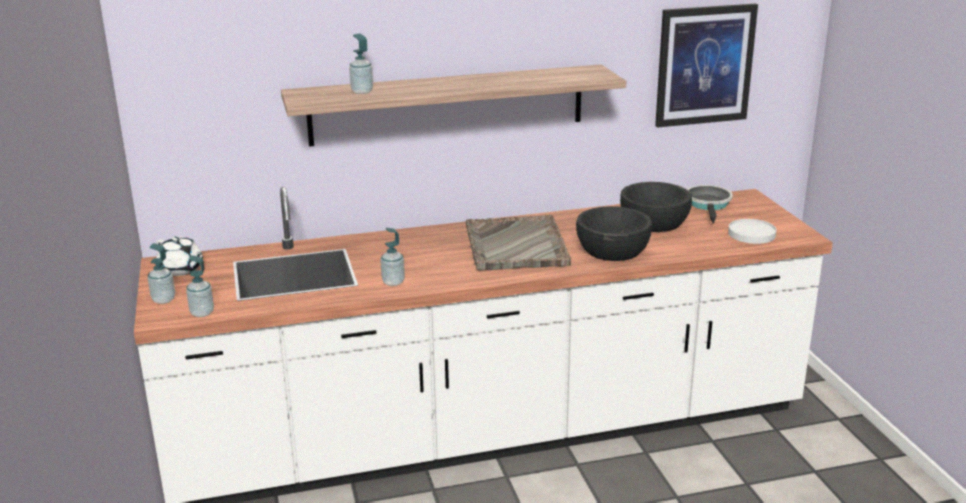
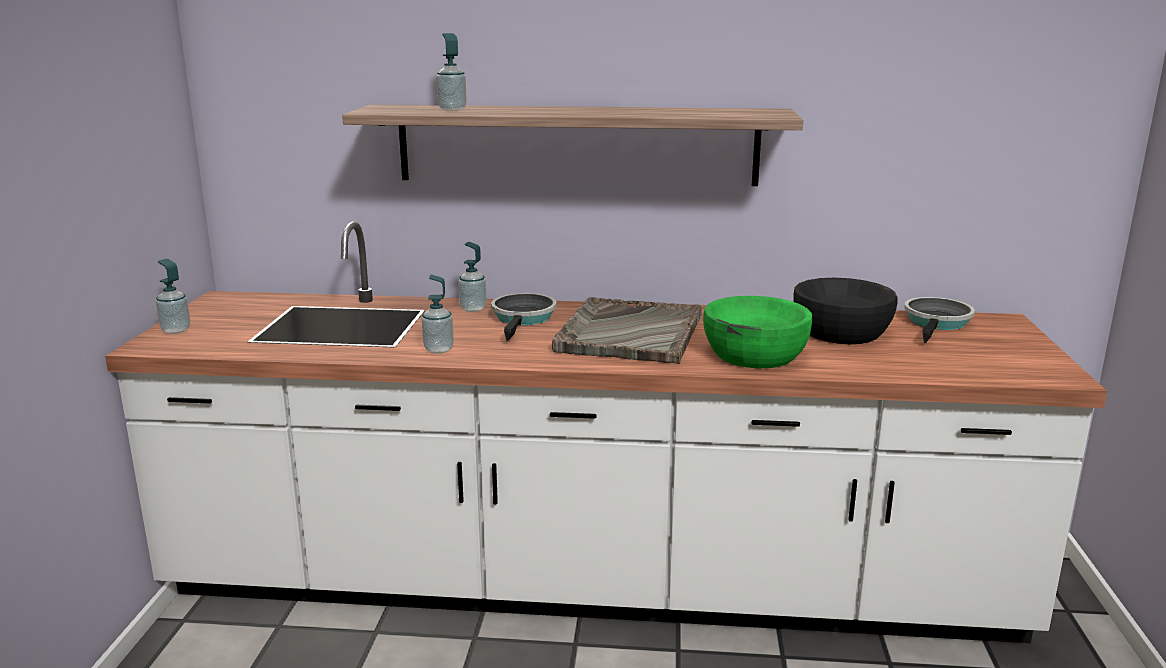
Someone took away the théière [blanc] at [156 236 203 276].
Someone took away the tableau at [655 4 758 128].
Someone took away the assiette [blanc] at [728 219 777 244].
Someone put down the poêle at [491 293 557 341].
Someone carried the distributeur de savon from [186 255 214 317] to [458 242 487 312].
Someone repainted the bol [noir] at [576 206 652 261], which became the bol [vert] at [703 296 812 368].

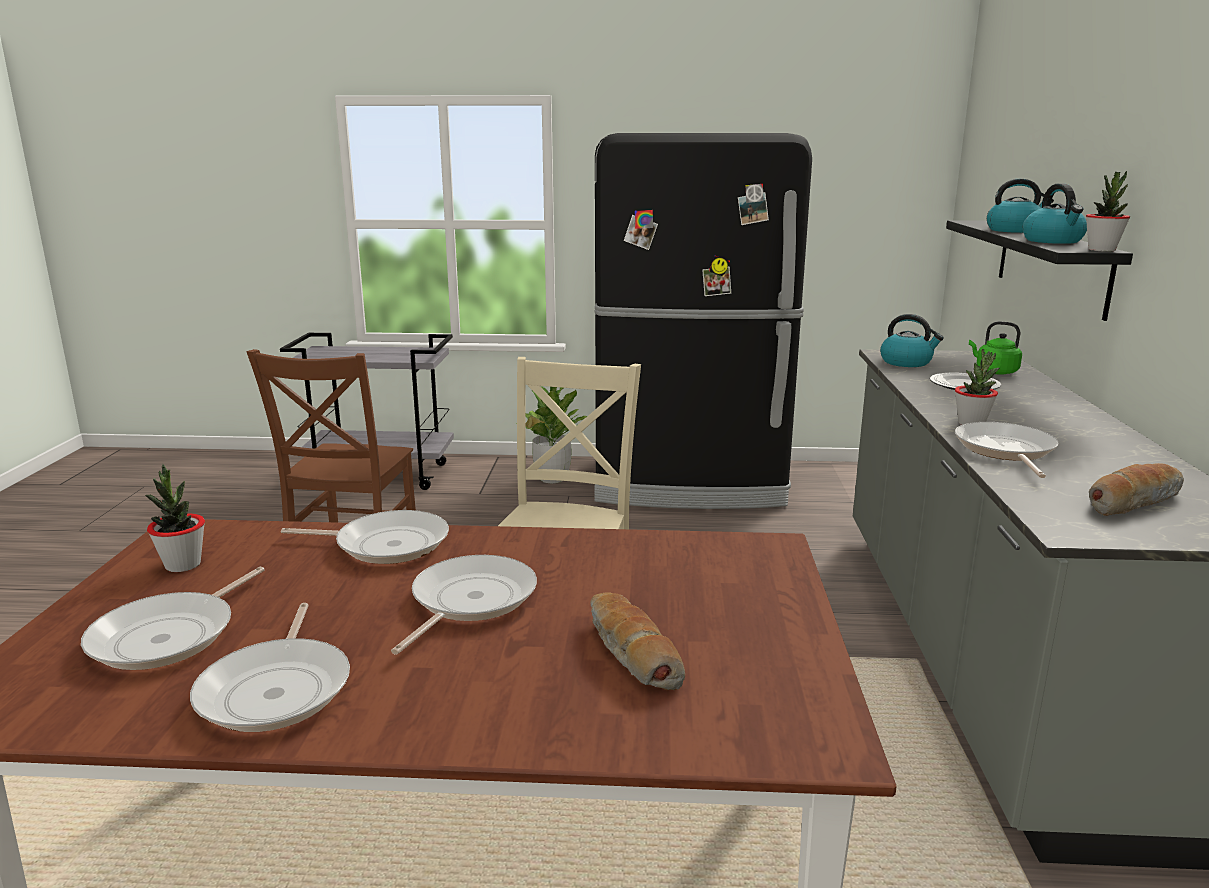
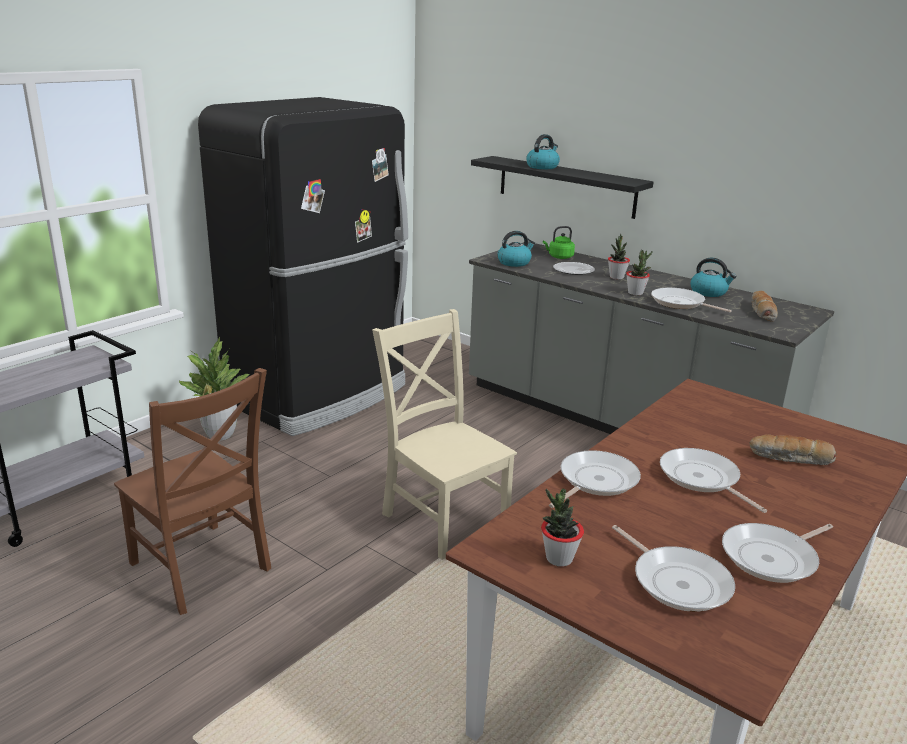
Someone carried the bouilloire from [1023 183 1087 244] to [690 257 736 297].
Someone carried the plante en pot from [1086 171 1130 252] to [608 234 630 280].
Someone rotated the poêle at [190 603 350 732] by 120 degrees clockwise.

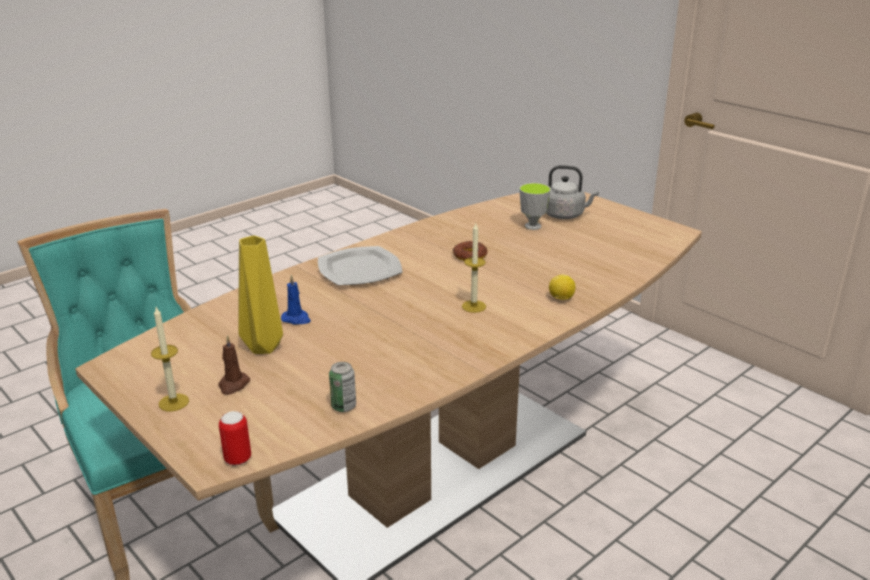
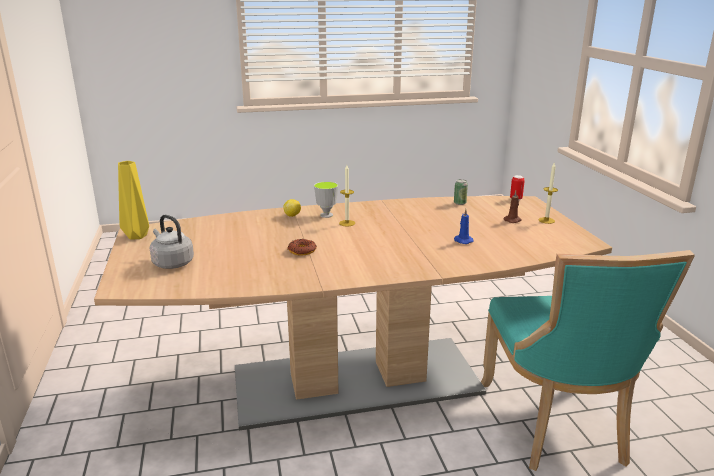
Someone took away the assiette at [318 246 403 286].
Someone carried the vase [jaune] from [238 235 283 354] to [118 161 149 240].
Someone carried the tasse from [519 183 551 230] to [314 181 338 218].

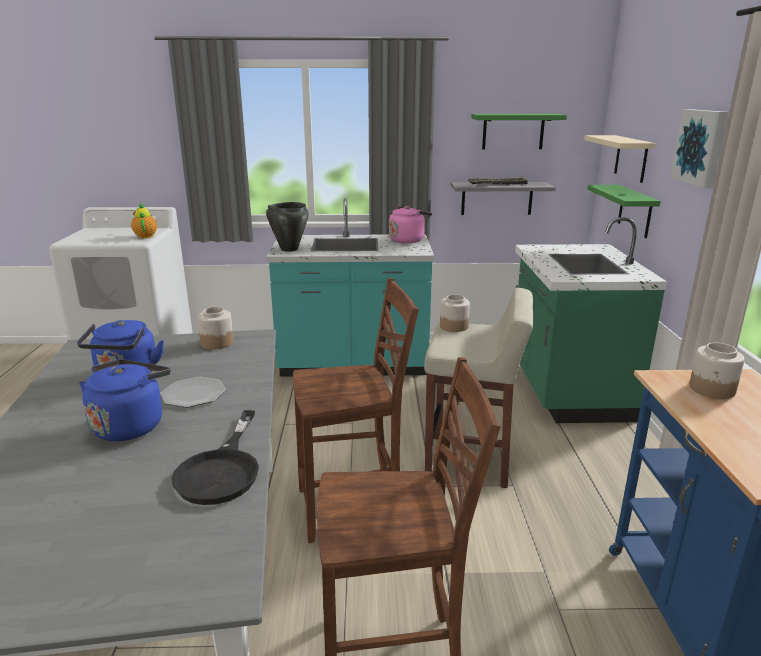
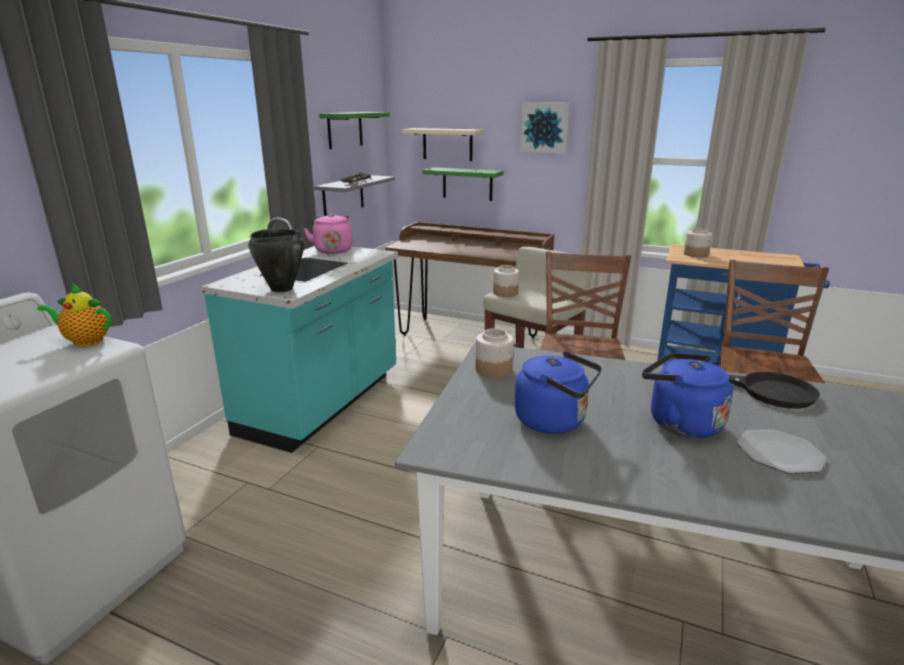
Someone carried the assiette from [160 377 226 408] to [737 429 827 474].
Someone swapped the comptoir de cuisine [vert] at [515 217 667 423] for the bureau [marron] at [385 222 554 338].

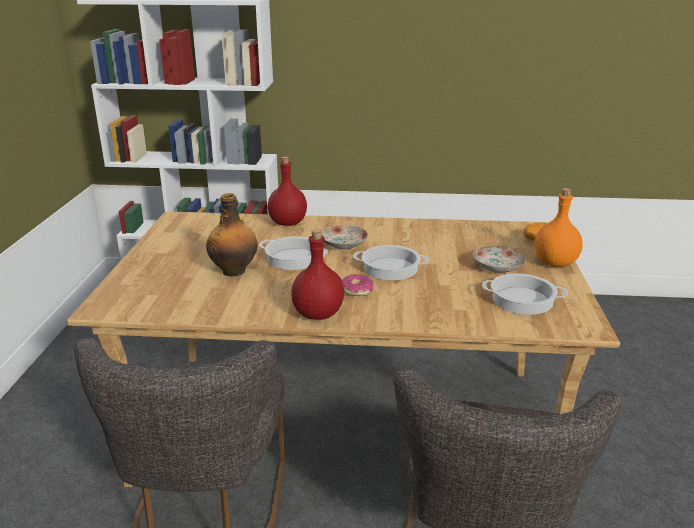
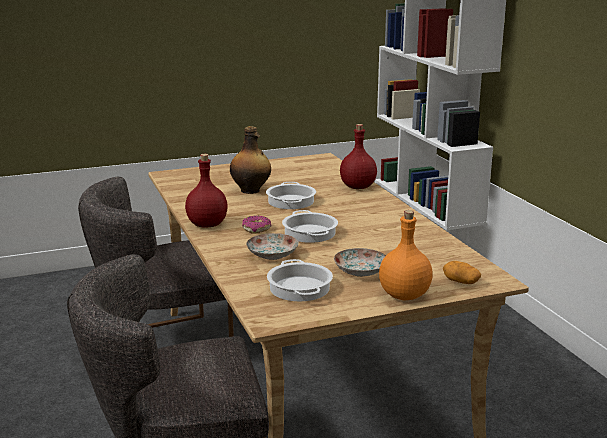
Someone carried the assiette from [321 225 368 249] to [246 233 299 260].

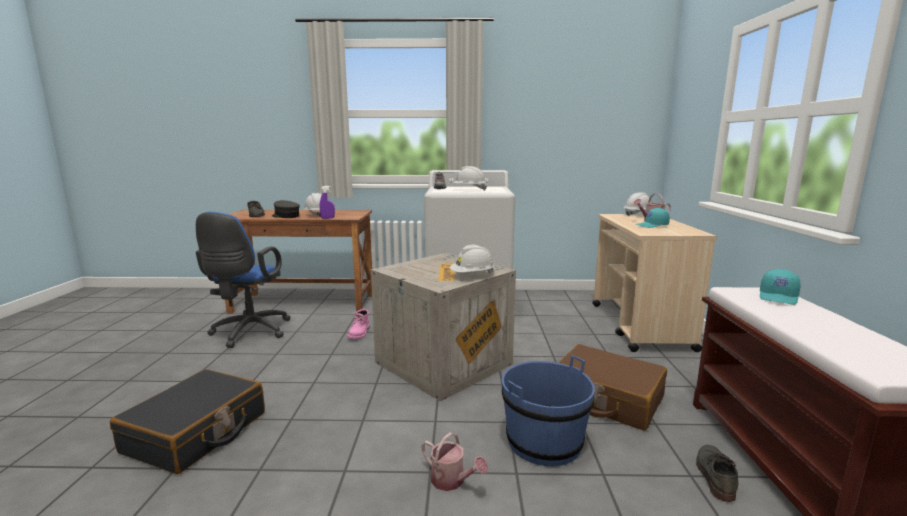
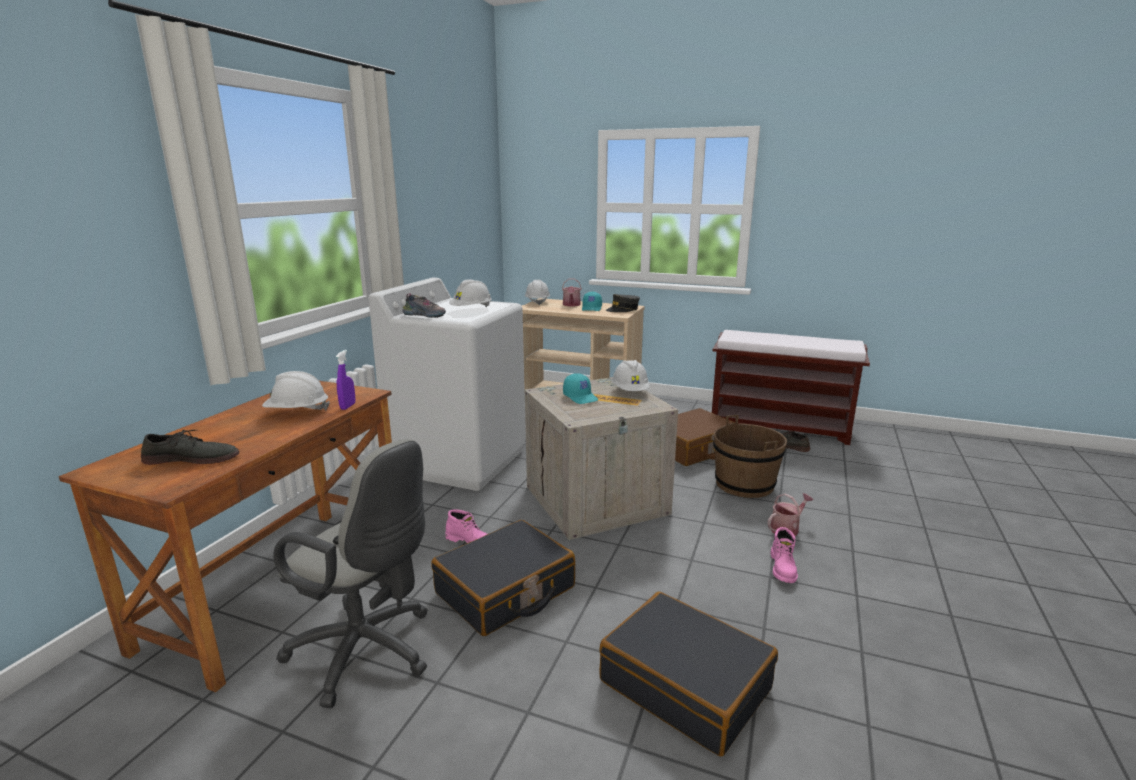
Someone put down the valise [noir] at [432 520 575 636].
Someone put down the botte [rose] at [770 527 798 583].
Someone carried the casquette [gris] from [272 200 300 218] to [606 294 640 312].
Someone carried the casquette [turquoise] from [760 269 801 305] to [563 373 598 404].
Someone repainted the chaise de bureau [bleu] at [196 212 291 348], which became the chaise de bureau [gris] at [273 439 428 708].
Someone repainted the seau [bleu] at [502 355 595 466], which became the seau [marron] at [713 415 787 498].

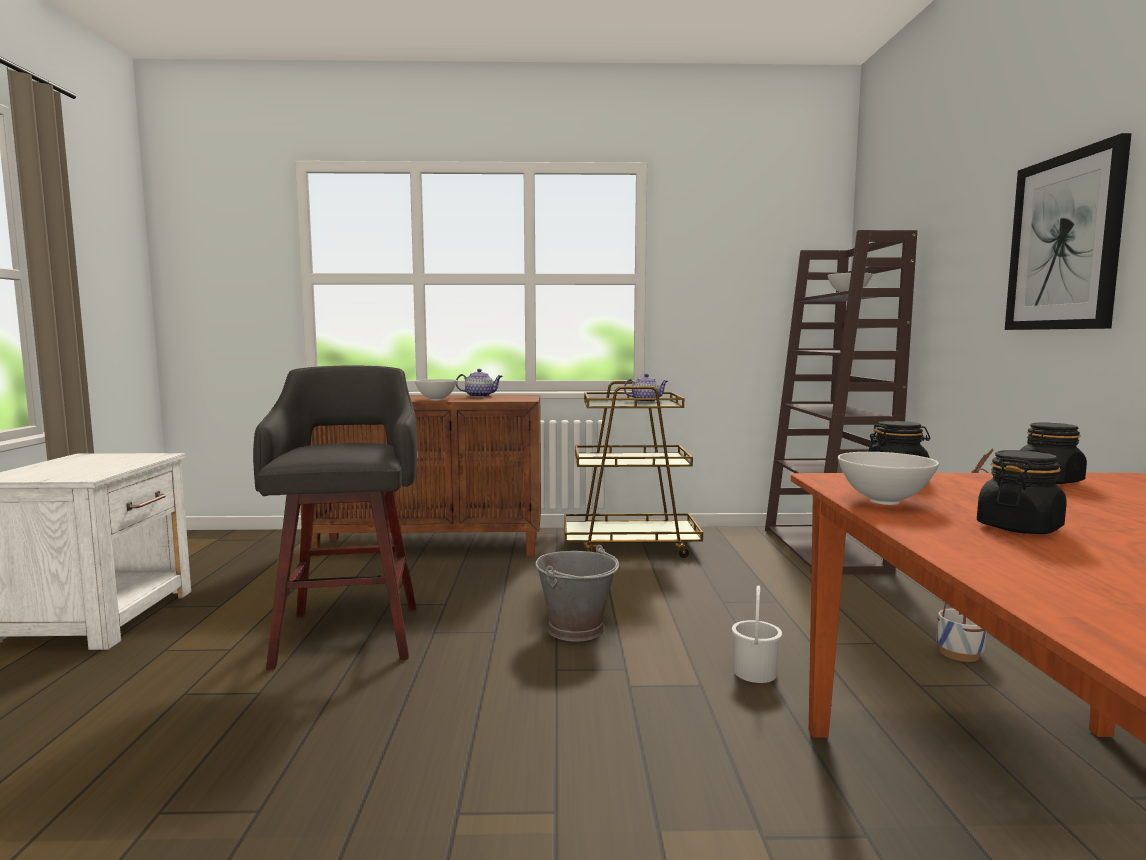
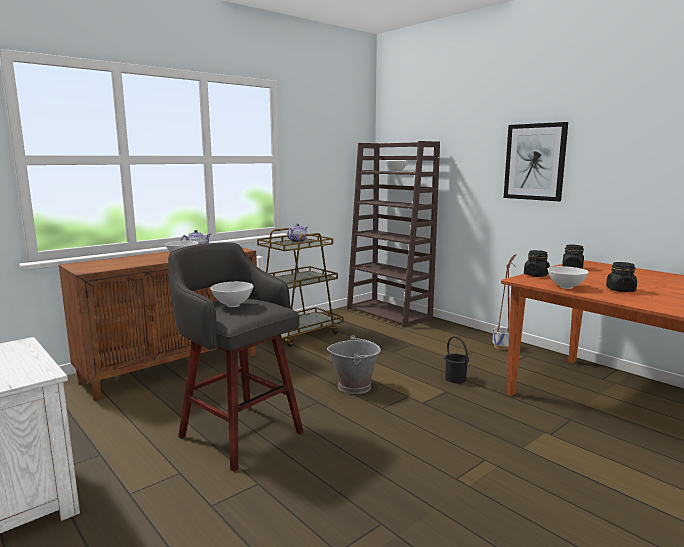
Someone put down the bol [blanc] at [211 282 254 307].
Someone repainted the seau [blanc] at [732 585 782 683], which became the seau [noir] at [444 336 469 383].

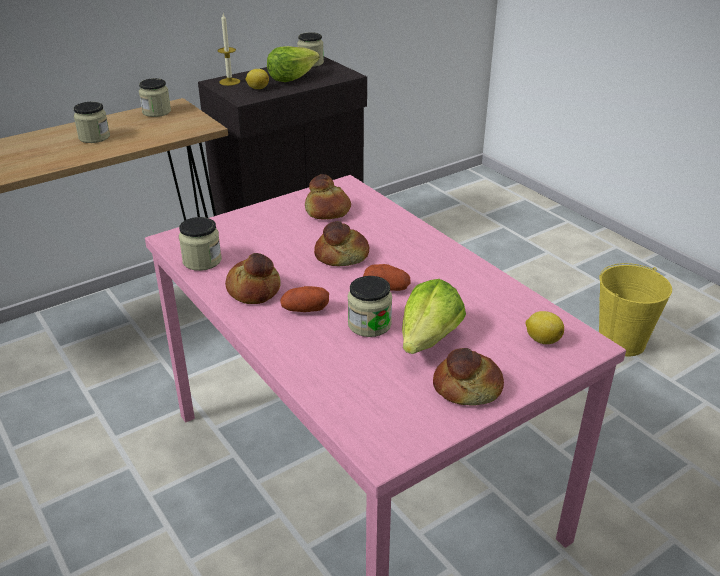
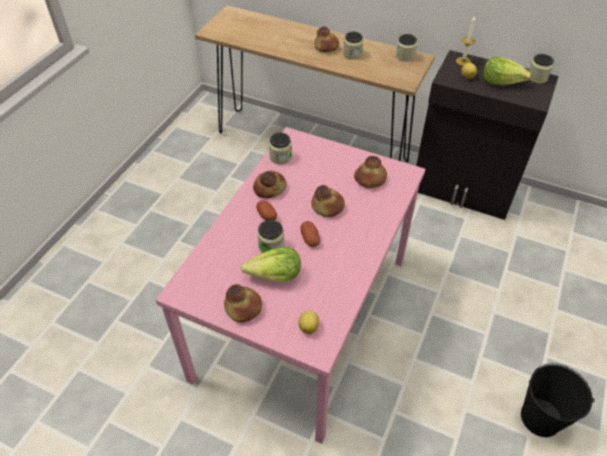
Someone put down the pain at [314 26 339 52].
Someone repainted the seau [jaune] at [599 263 672 357], which became the seau [noir] at [521 363 595 437].

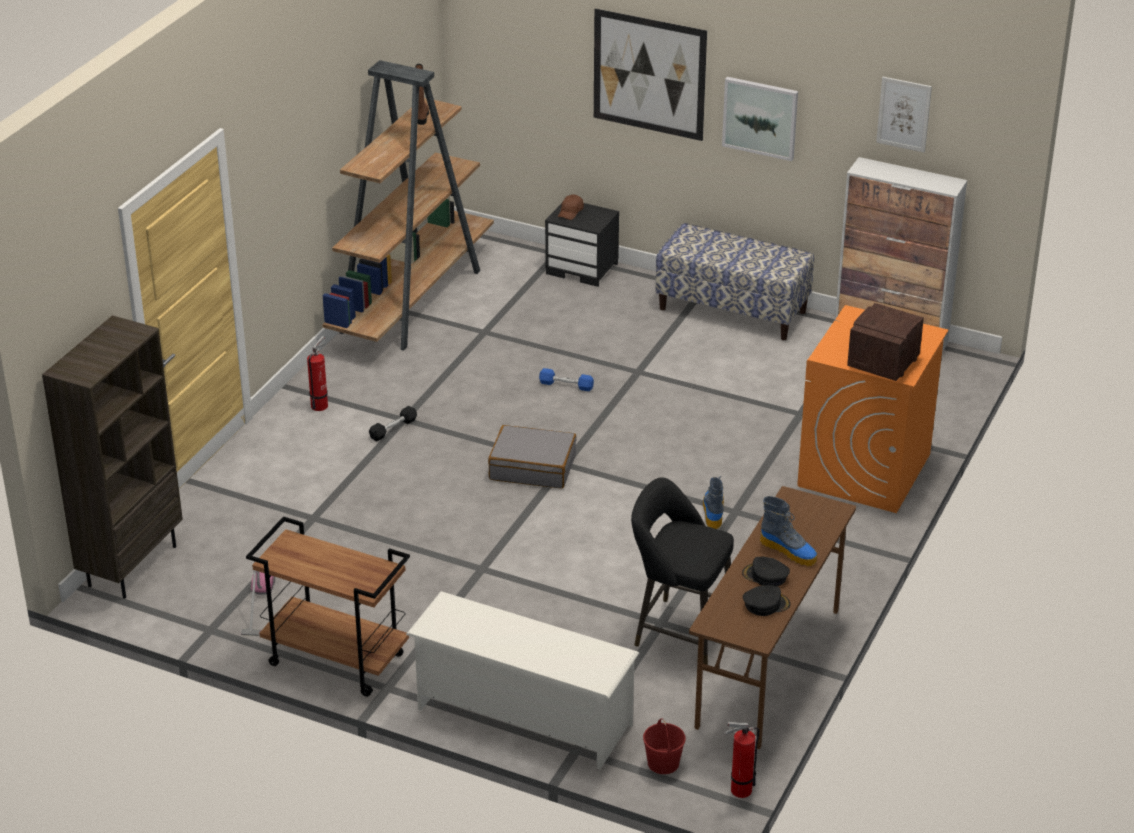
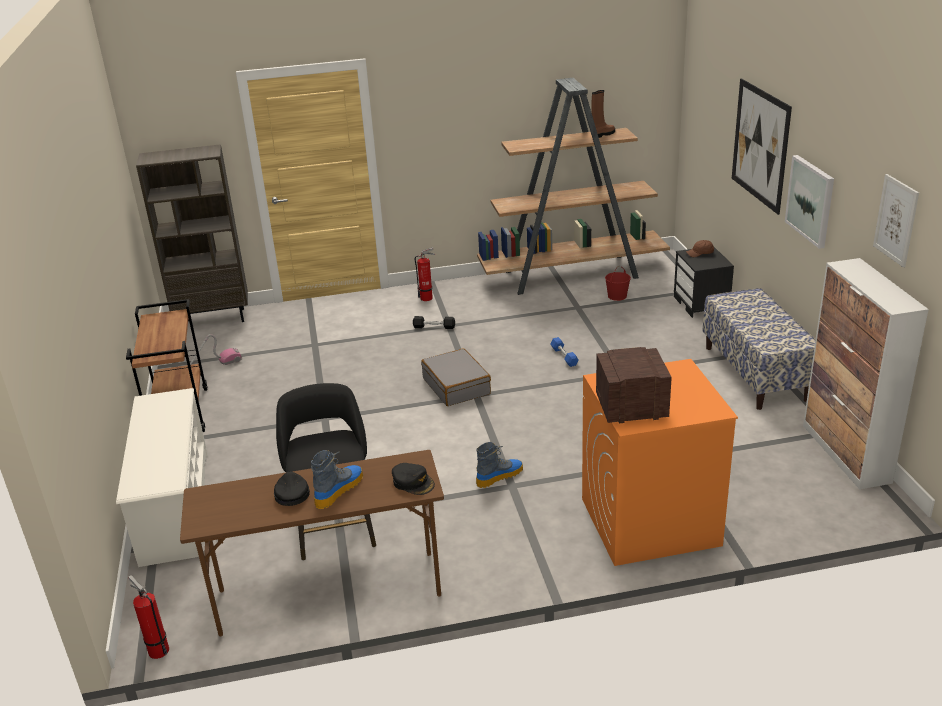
Someone carried the seau [rouge] from [643 719 686 774] to [605 266 631 301].
Someone carried the casquette [noir] from [743 585 790 616] to [392 463 435 495].
Someone rotated the botte at [760 496 817 566] by 150 degrees counterclockwise.

